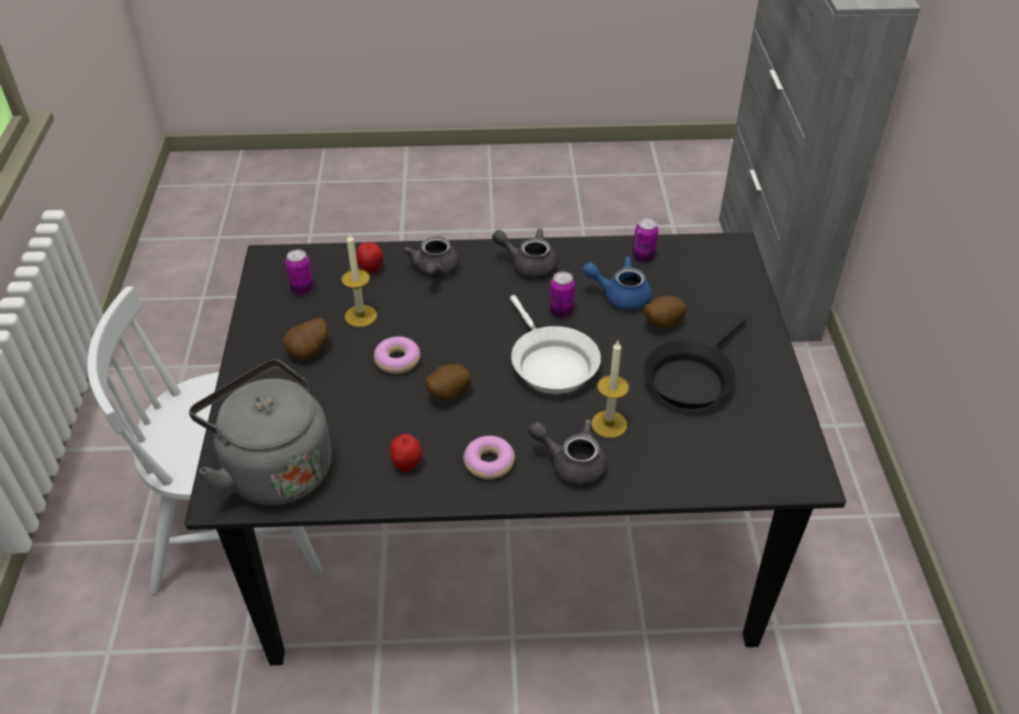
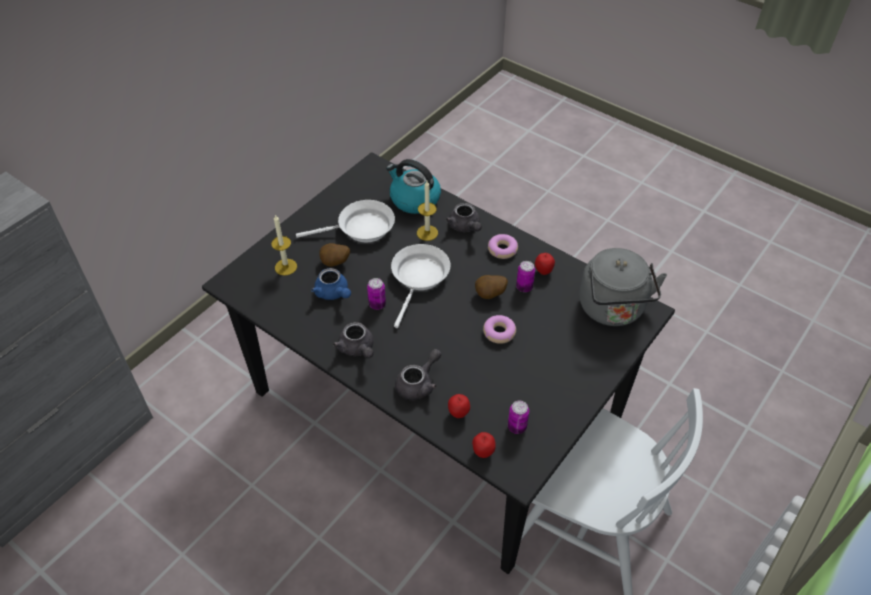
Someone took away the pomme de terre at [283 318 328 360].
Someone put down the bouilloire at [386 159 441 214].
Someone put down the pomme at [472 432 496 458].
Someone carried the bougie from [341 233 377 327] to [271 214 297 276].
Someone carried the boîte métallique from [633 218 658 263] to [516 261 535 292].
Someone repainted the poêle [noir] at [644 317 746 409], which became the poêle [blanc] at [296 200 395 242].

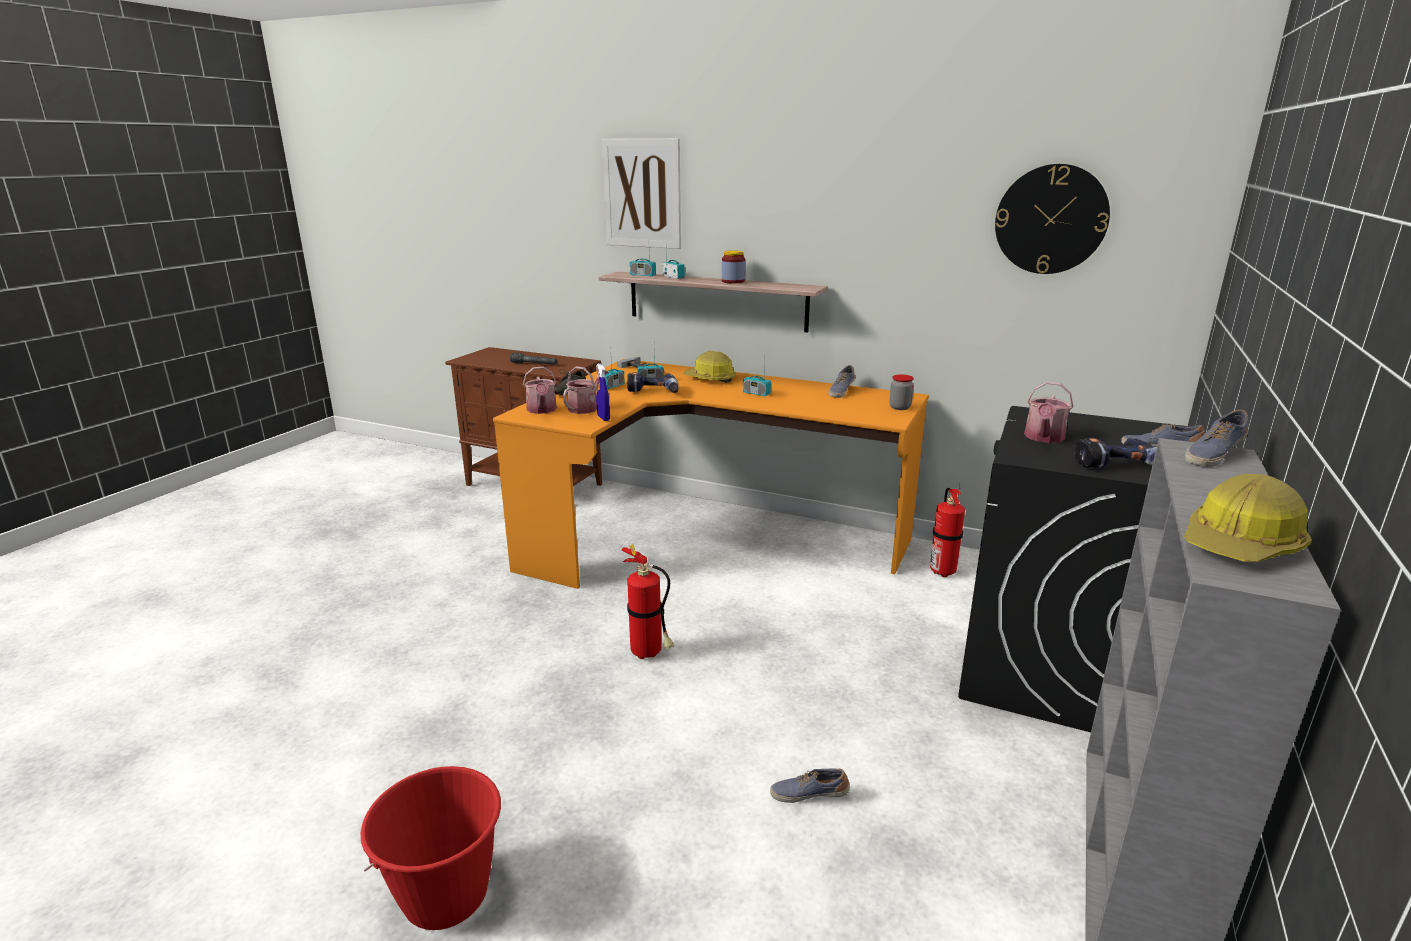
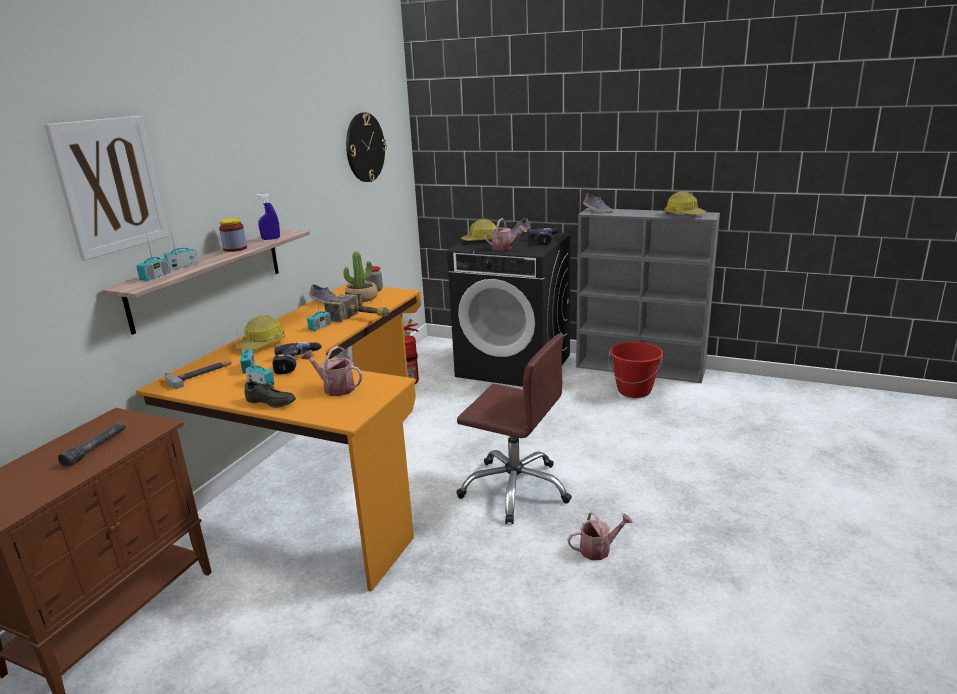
Someone took away the chaussure at [770 768 850 803].
Someone put down the marteau at [324 292 390 323].
Someone put down the plante en pot at [343 252 378 302].
Someone put down the casque de chantier at [461 219 496 241].
Someone carried the seau [rouge] from [361 766 501 930] to [608 342 663 398].
Someone carried the arrosoir from [523 367 557 414] to [568 512 633 560].
Someone carried the vaporisateur [bleu] from [596 363 610 421] to [256 193 280 240].
Someone swapped the extincteur at [621 544 674 659] for the chaise de bureau [marron] at [457 333 572 524].

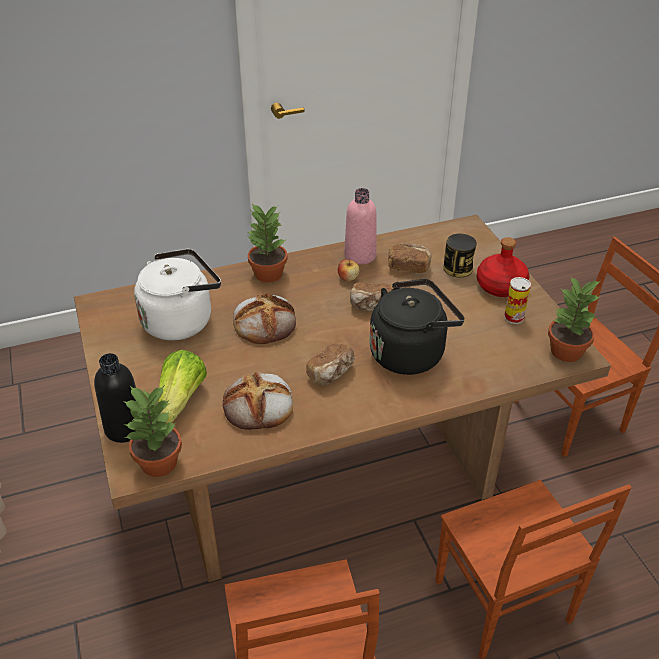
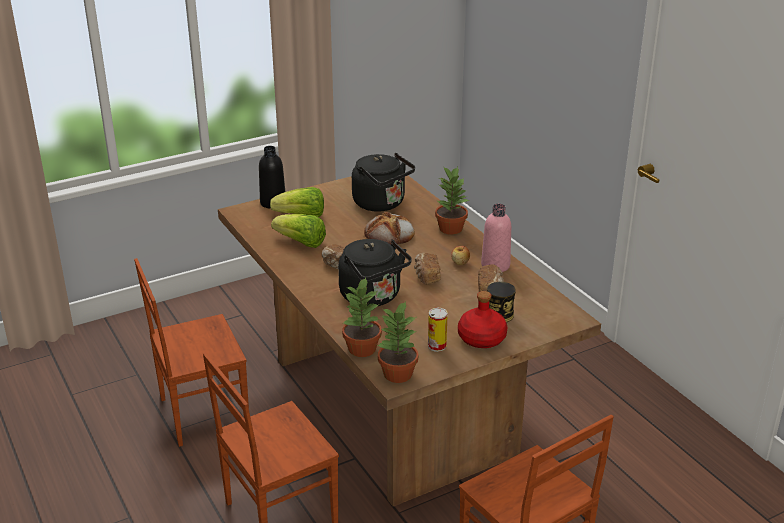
Someone carried the plante en pot from [124 386 182 477] to [342 277 382 357].
Someone swapped the pain at [223 372 293 430] for the laitue at [271 214 326 248].
Someone repainted the bouilloire [blanc] at [134 249 221 340], which became the bouilloire [noir] at [352 153 415 212].

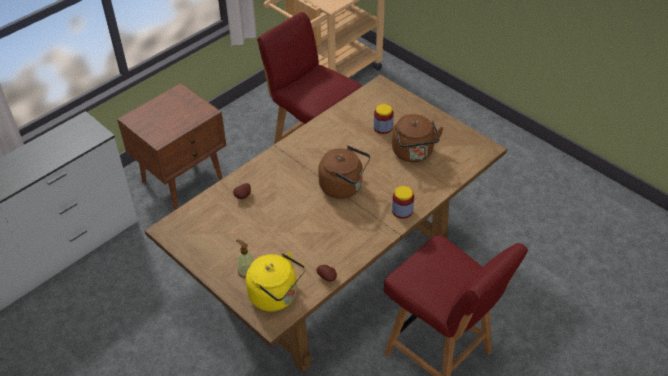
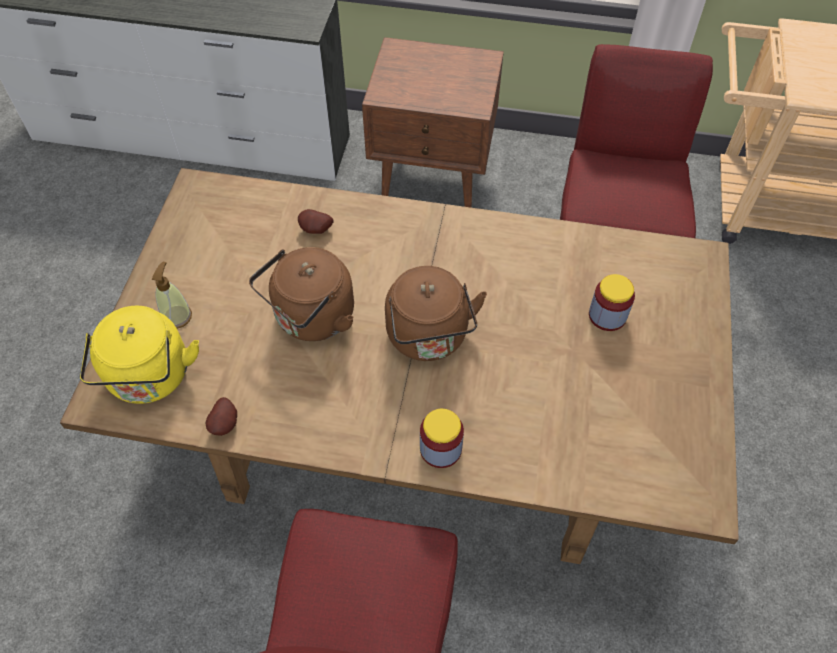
Someone carried the bouilloire [marron] from [392 114 444 162] to [249 247 354 341].

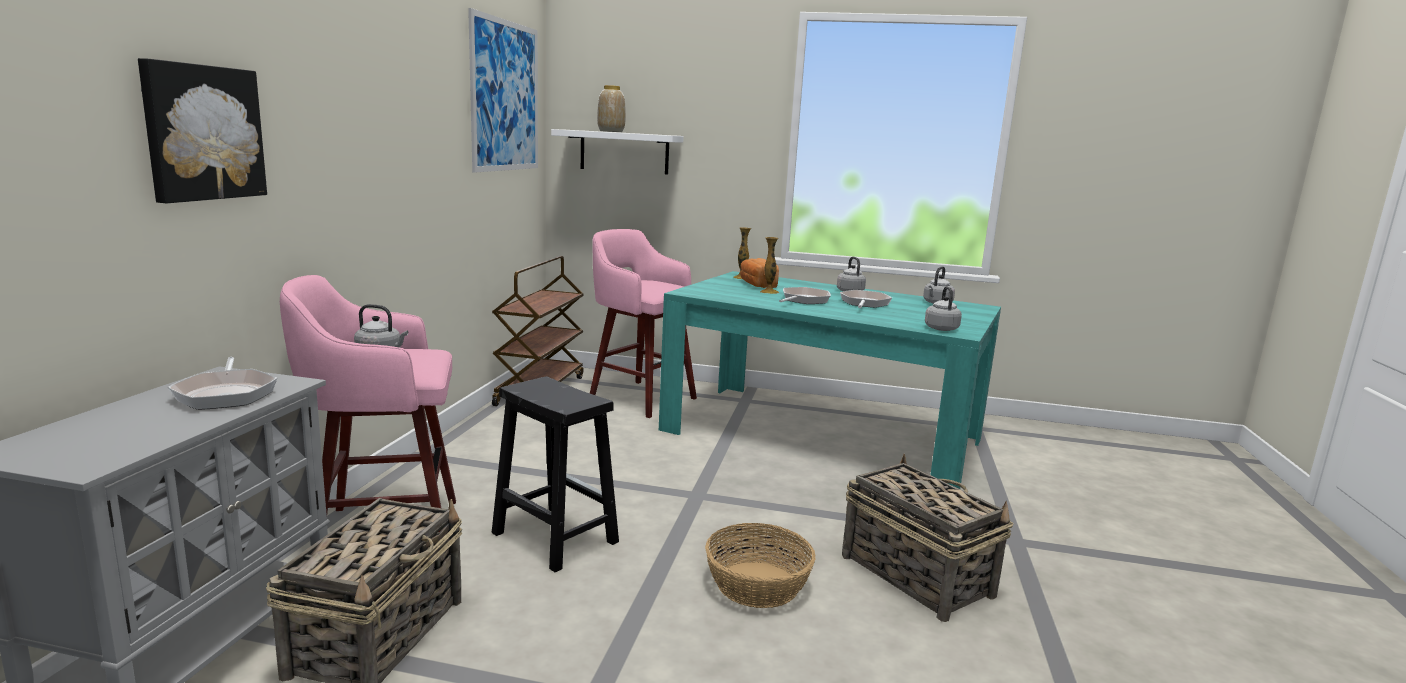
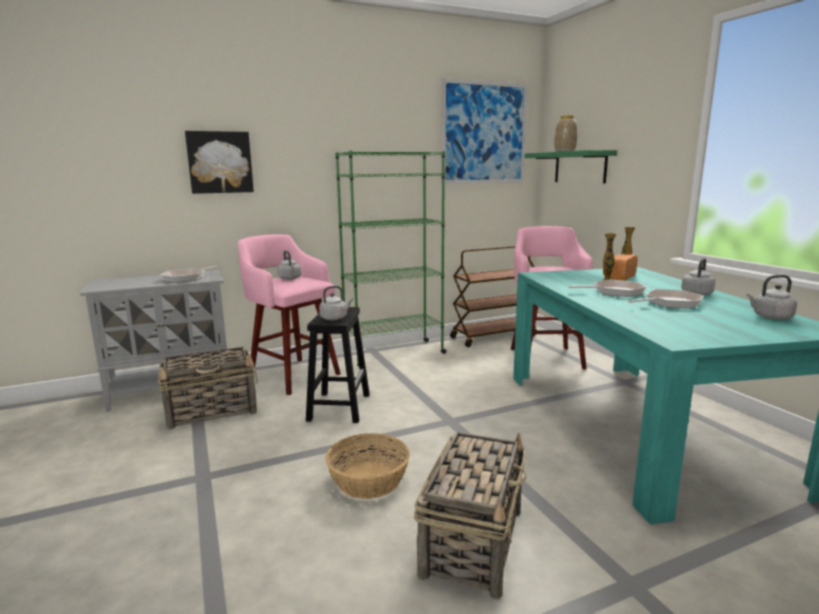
Someone put down the bibliothèque [vert] at [335 151 446 367].
Someone carried the bouilloire [gris] from [925 286 962 331] to [319 286 353 320].
Someone repainted the étagère [blanc] at [551 129 684 175], which became the étagère [vert] at [524 150 617 183].

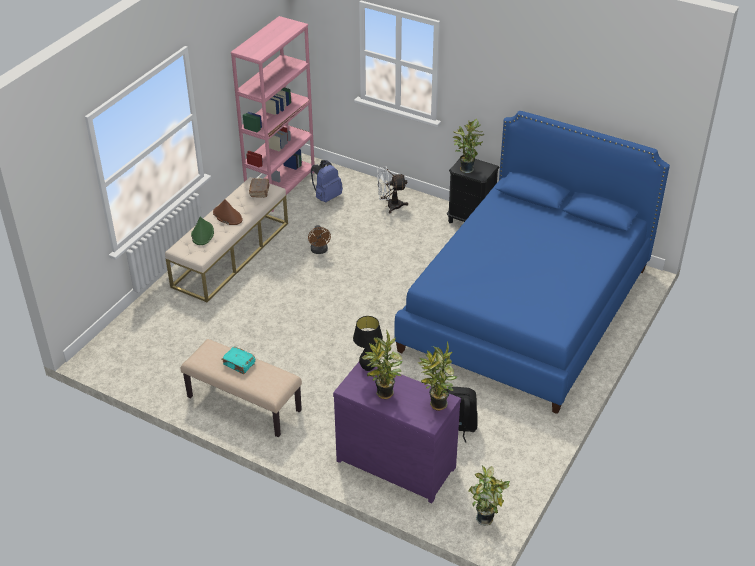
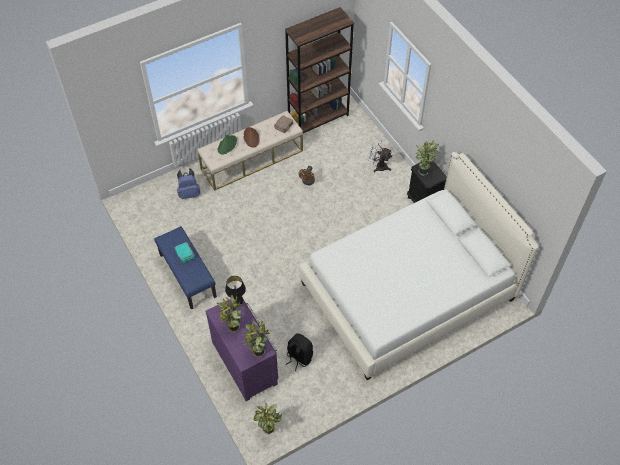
Someone carried the sac à dos [bleu] from [311 160 343 203] to [177 168 200 199].
Someone repainted the banc [beige] at [181 339 302 437], which became the banc [bleu] at [154 226 217 309].
Someone repainted the bibliothèque [rose] at [231 16 315 212], which became the bibliothèque [marron] at [285 7 354 133].
Someone repainted the lit [bleu] at [394 111 670 414], which became the lit [blanc] at [299 152 538 380].

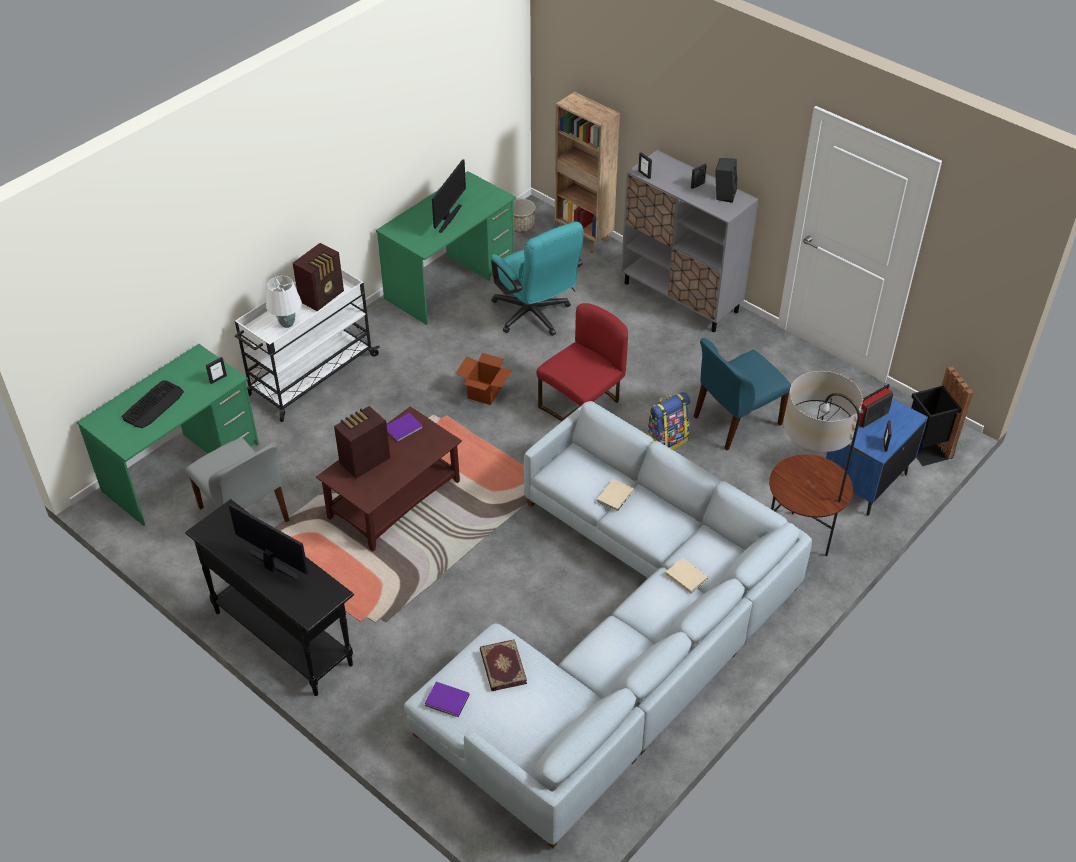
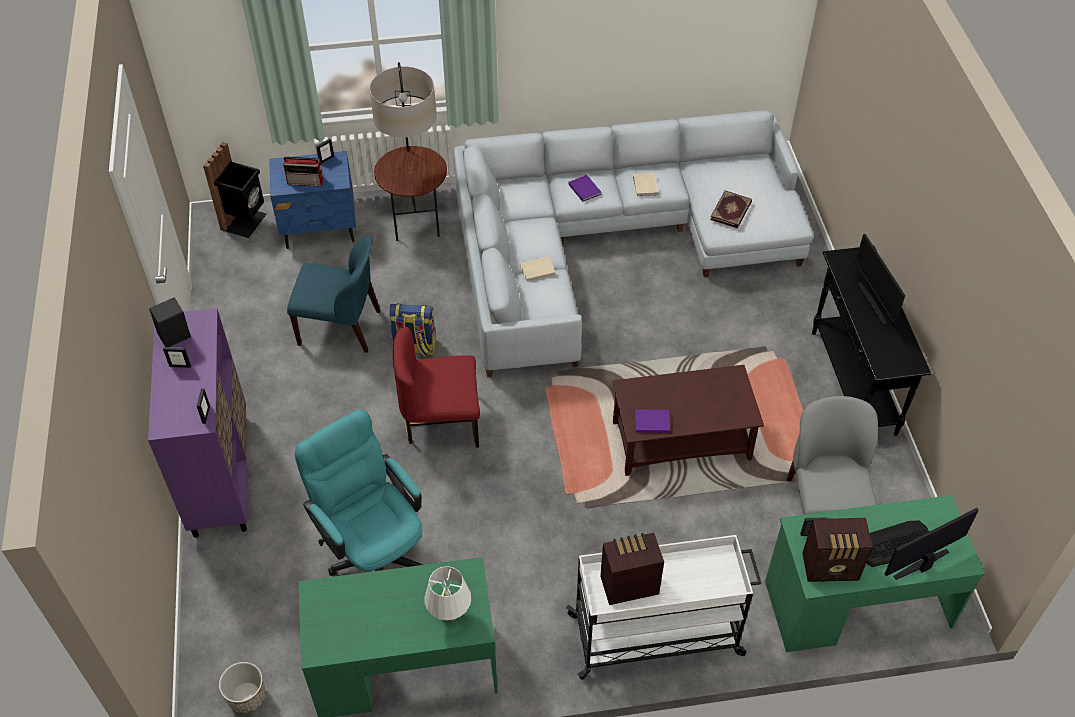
Someone took away the carton at [456 353 512 405].
Someone took away the bibliothèque [marron] at [555 92 620 253].
Someone carried the lampe de table [blanc] from [266 276 302 328] to [424 566 471 622].
Someone carried the radio from [334 406 390 479] to [802 518 873 582].
Someone carried the livre [violet] from [425 682 469 717] to [568 175 601 202].
Someone carried the écran d'ordinateur from [432 159 466 233] to [885 508 979 580].
Someone carried the livre [beige] from [665 558 708 593] to [633 173 658 196].
Someone repainted the meuble de rangement [gris] at [621 150 758 332], which became the meuble de rangement [violet] at [148 308 247 538].
Someone rotated the chaise de bureau [turquoise] at [491 222 583 336] by 45 degrees counterclockwise.

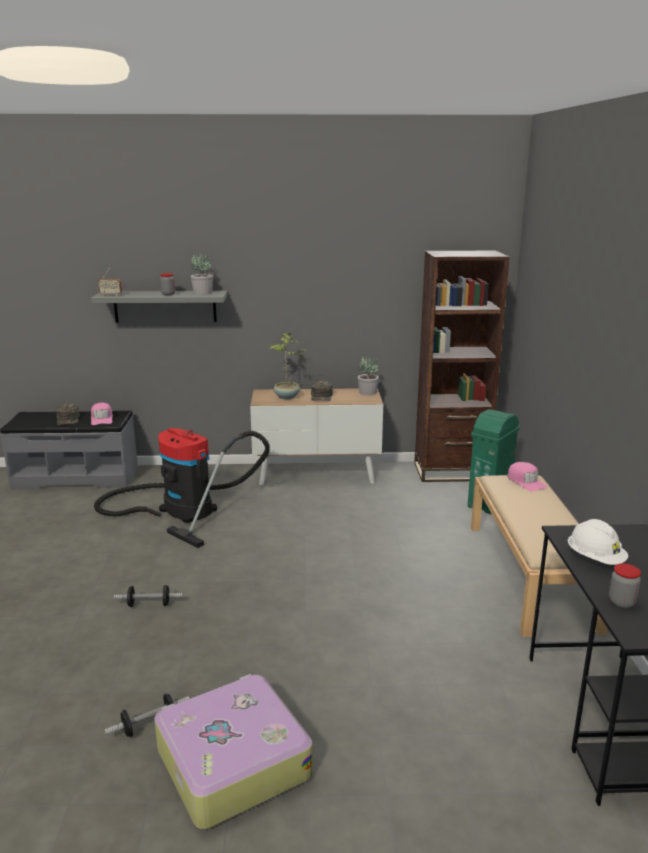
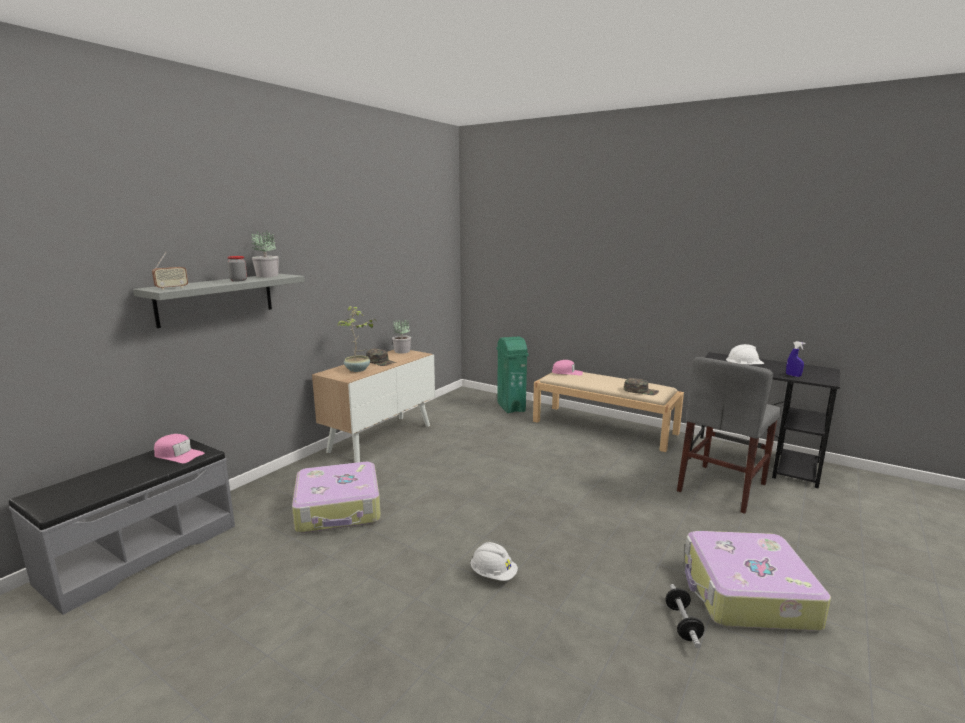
Someone took away the bibliothèque [marron] at [414 251 510 482].
Someone put down the chaise [gris] at [677 357 781 514].
Someone carried the casquette [vert] from [56 403 80 425] to [624 378 659 395].
Someone swapped the aspirateur at [94 428 270 548] for the valise at [292 462 381 533].
Someone swapped the haltère at [114 585 183 607] for the casque de chantier [blanc] at [470 542 518 581].
Someone swapped the bocal at [609 564 641 608] for the vaporisateur [bleu] at [786 341 805 377].

